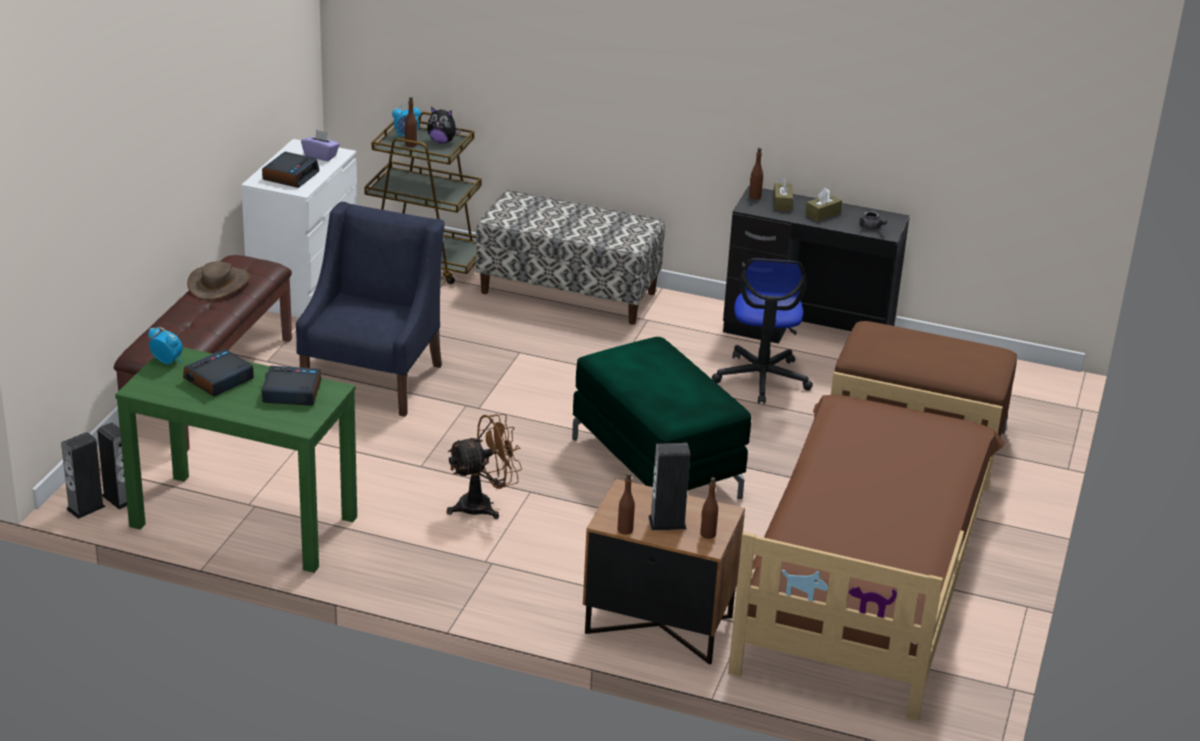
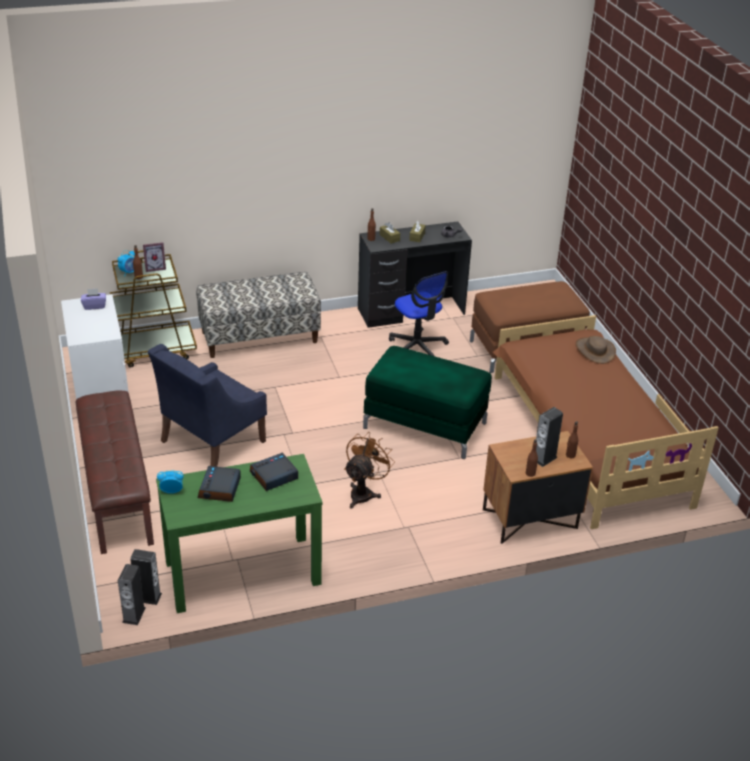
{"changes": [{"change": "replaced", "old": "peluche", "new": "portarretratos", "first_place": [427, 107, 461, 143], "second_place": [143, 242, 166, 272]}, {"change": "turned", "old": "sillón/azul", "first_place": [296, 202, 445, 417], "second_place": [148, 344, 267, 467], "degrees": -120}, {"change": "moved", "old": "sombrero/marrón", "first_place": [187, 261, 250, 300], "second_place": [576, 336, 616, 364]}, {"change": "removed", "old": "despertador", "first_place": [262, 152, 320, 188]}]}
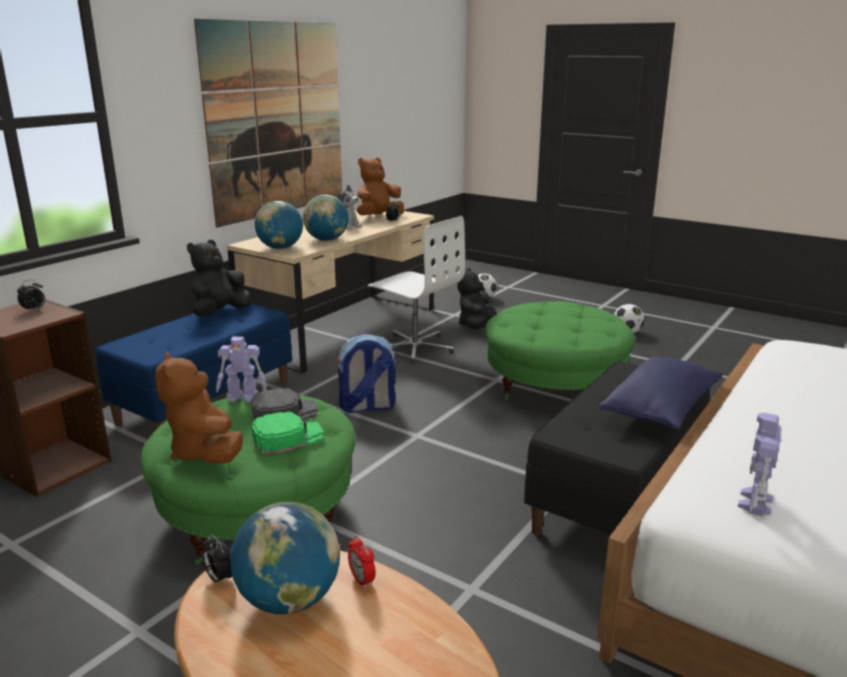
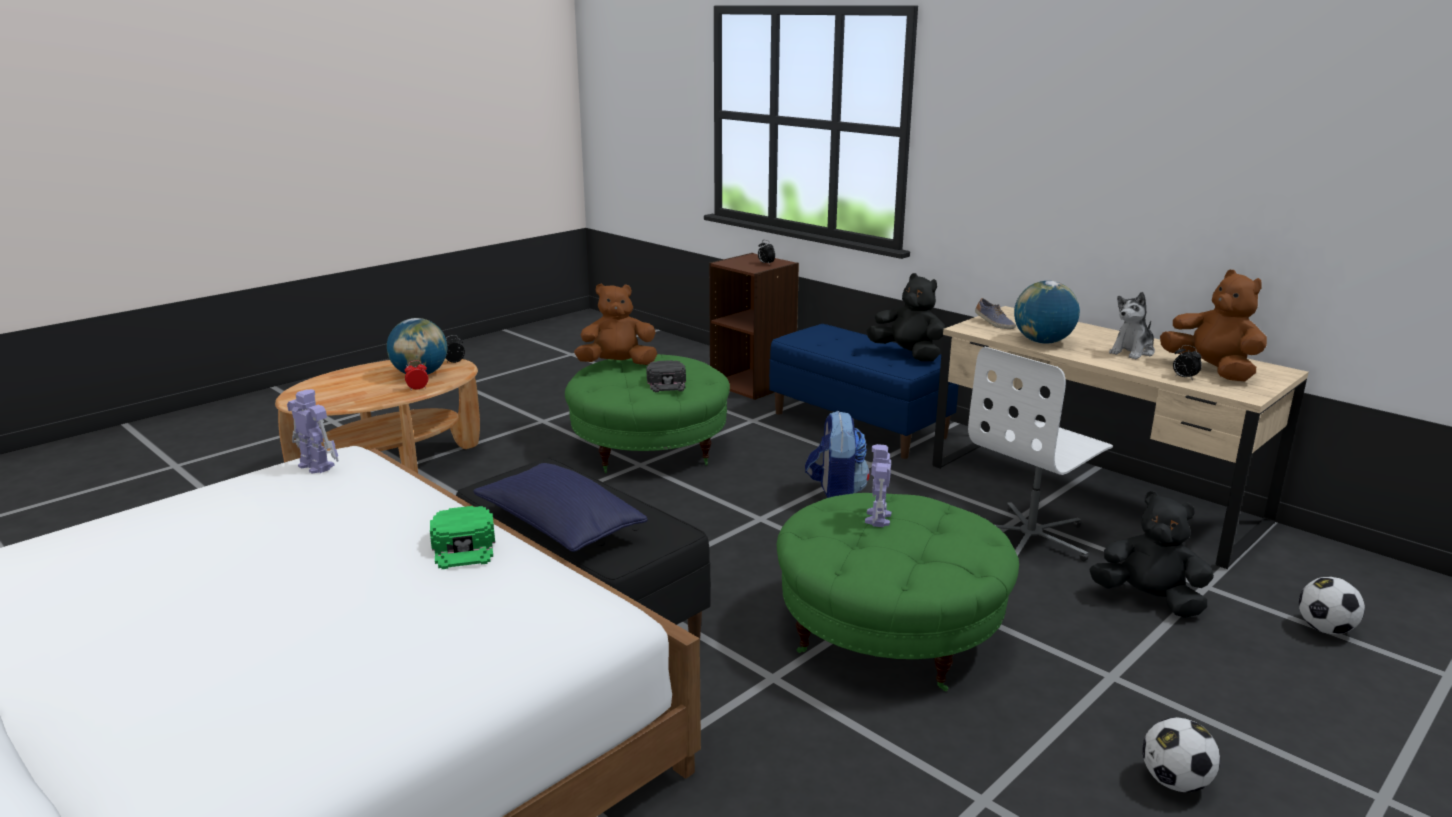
{"changes": [{"change": "moved", "old": "gorra/verde", "first_place": [252, 411, 324, 454], "second_place": [430, 506, 495, 569]}, {"change": "moved", "old": "robot de juguete", "first_place": [216, 337, 267, 402], "second_place": [865, 444, 891, 527]}, {"change": "replaced", "old": "globo terráqueo", "new": "zapato", "first_place": [255, 201, 303, 249], "second_place": [975, 298, 1016, 329]}, {"change": "removed", "old": "cuadro", "first_place": [194, 19, 342, 228]}]}
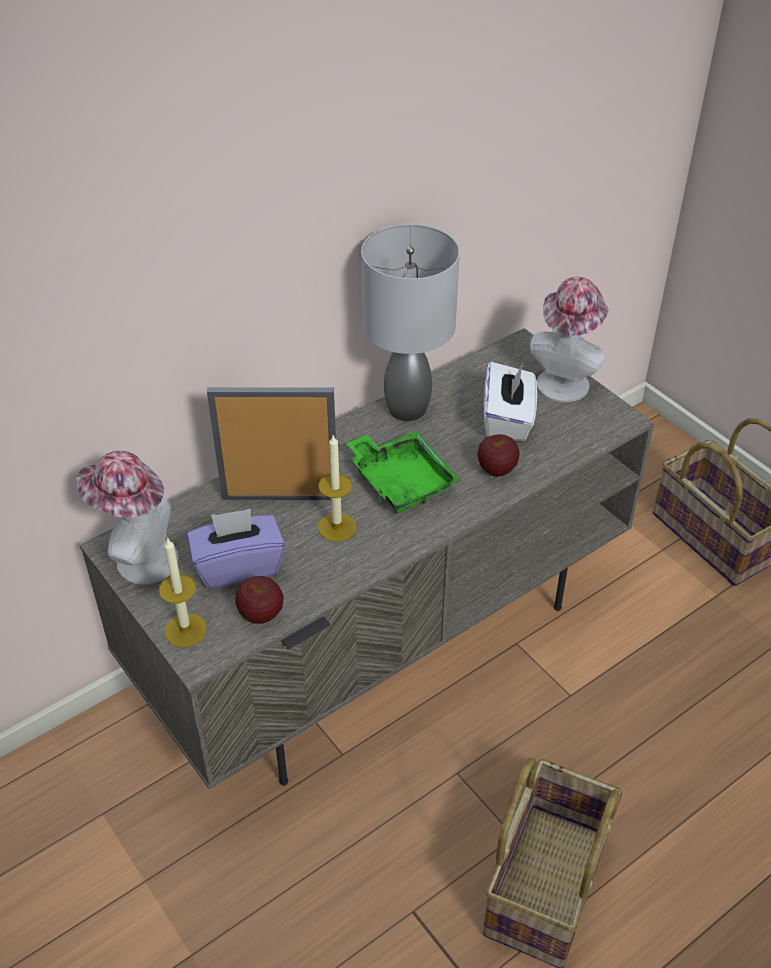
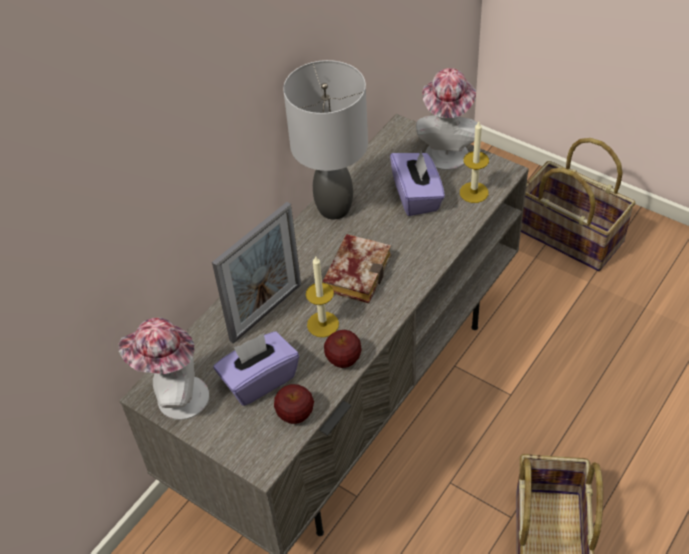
{"changes": [{"change": "turned", "old": "portarretratos", "first_place": [207, 387, 336, 500], "second_place": [212, 202, 301, 344], "degrees": 150}, {"change": "replaced", "old": "bandeja/verde", "new": "libro", "first_place": [346, 431, 461, 513], "second_place": [322, 234, 391, 303]}, {"change": "moved", "old": "manzana", "first_place": [477, 434, 520, 476], "second_place": [324, 330, 362, 368]}, {"change": "recoloured", "old": "caja de pañuelos/blanco", "new": "caja de pañuelos/morado", "first_place": [484, 362, 537, 441], "second_place": [390, 149, 445, 216]}, {"change": "moved", "old": "vela", "first_place": [159, 537, 207, 647], "second_place": [460, 122, 489, 203]}]}
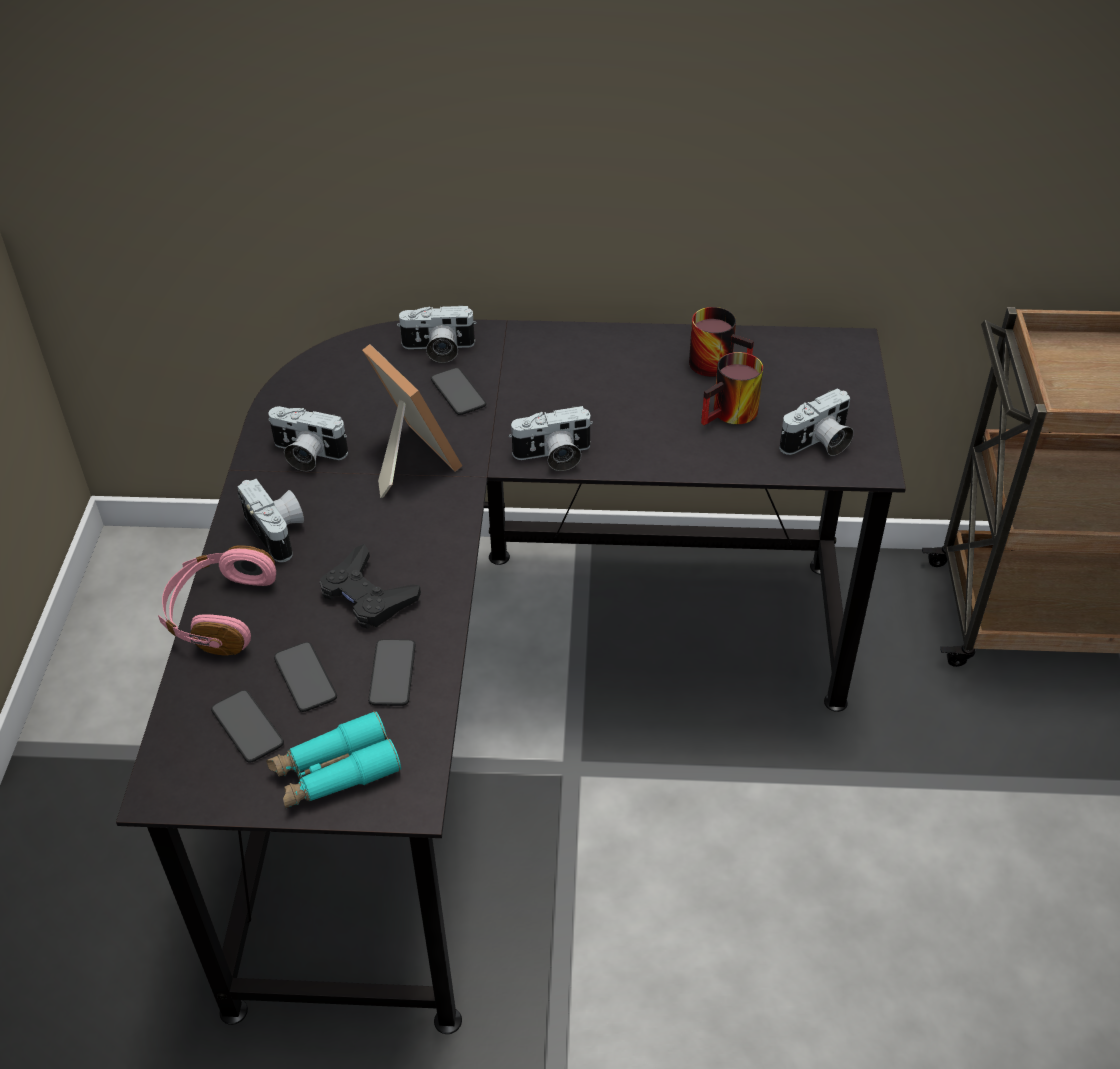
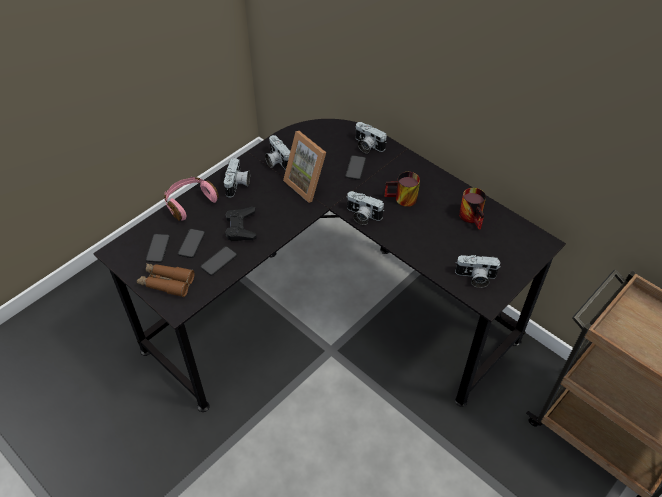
{"changes": [{"change": "recoloured", "old": "prismáticos/turquesa", "new": "prismáticos/marrón", "first_place": [266, 711, 401, 808], "second_place": [137, 263, 194, 297]}, {"change": "turned", "old": "portarretratos", "first_place": [362, 344, 462, 498], "second_place": [283, 131, 326, 203], "degrees": 135}, {"change": "moved", "old": "taza grande", "first_place": [701, 352, 763, 425], "second_place": [385, 172, 420, 207]}]}
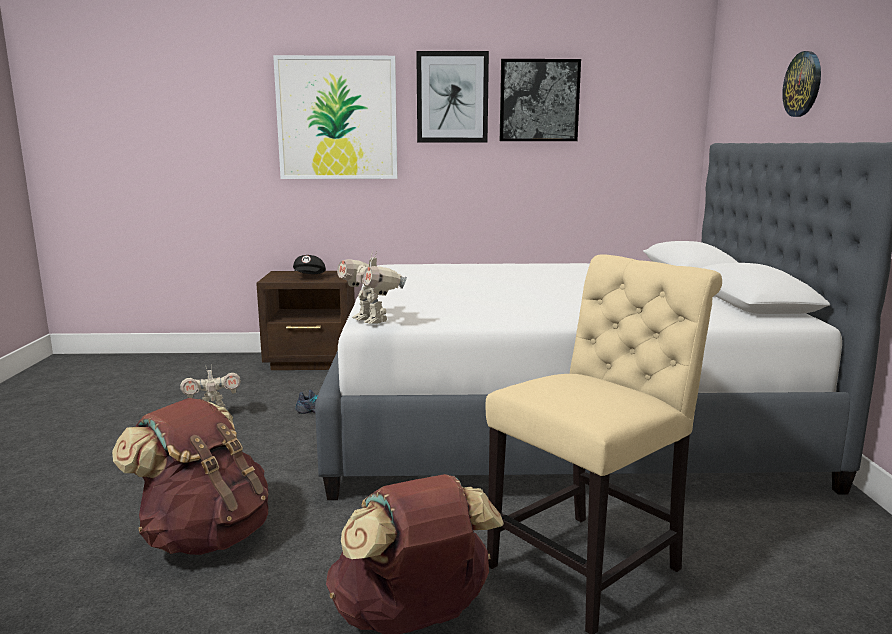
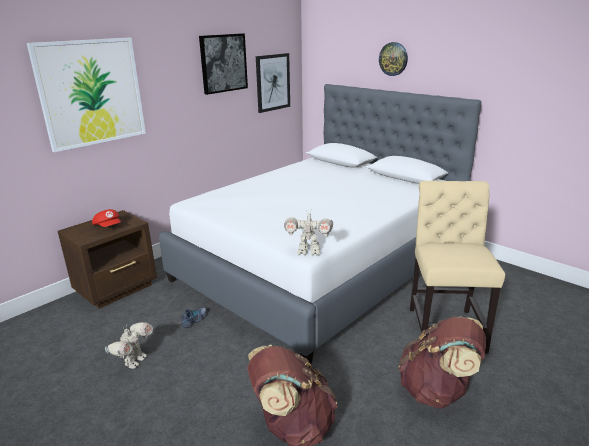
{"changes": [{"change": "recoloured", "old": "gorra/negro", "new": "gorra/rojo", "first_place": [293, 255, 326, 274], "second_place": [92, 209, 121, 227]}, {"change": "moved", "old": "cuadro", "first_place": [416, 51, 489, 142], "second_place": [256, 53, 290, 113]}]}
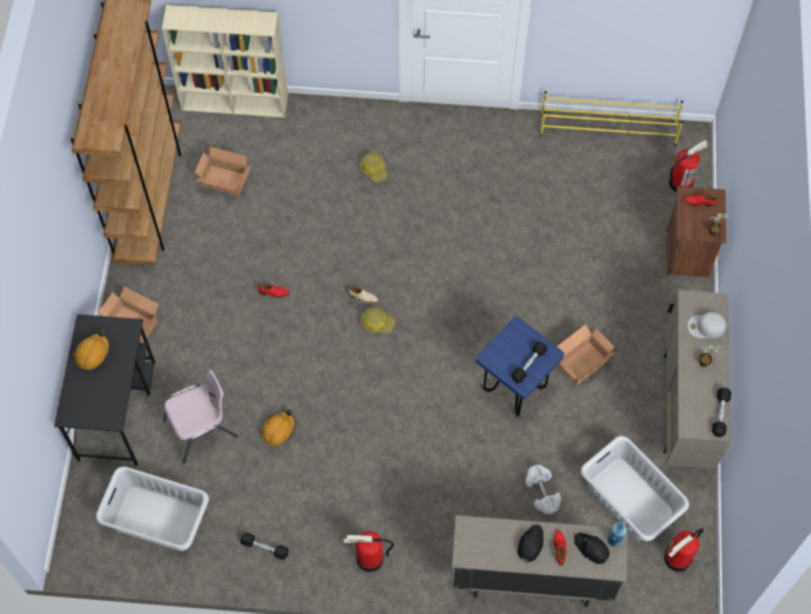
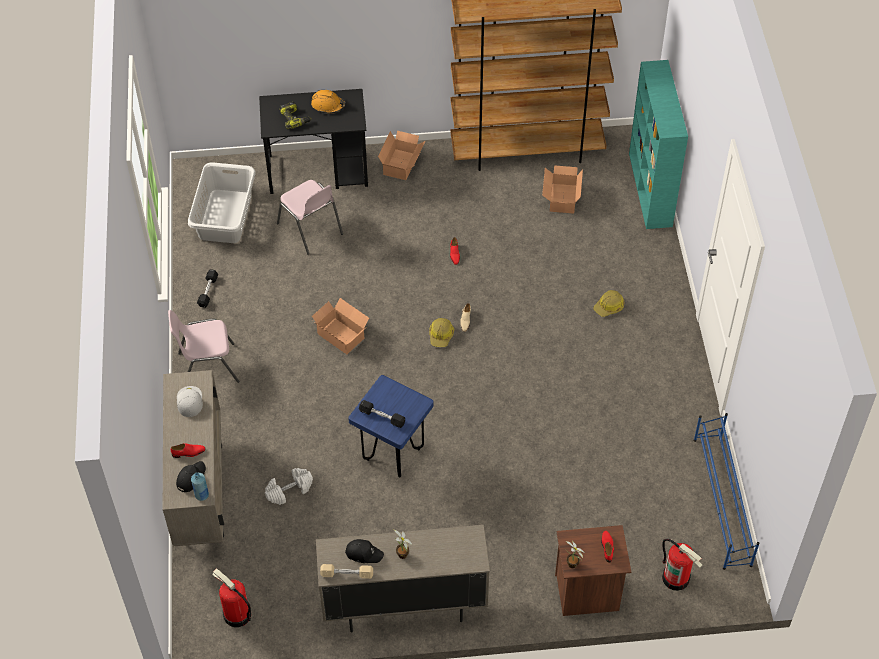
{"changes": [{"change": "replaced", "old": "extintor", "new": "silla/rosa", "first_place": [343, 531, 394, 572], "second_place": [168, 310, 239, 383]}, {"change": "moved", "old": "gorra/blanco", "first_place": [688, 312, 726, 338], "second_place": [177, 386, 203, 417]}, {"change": "added", "new": "taladro", "second_place": [280, 102, 311, 129]}, {"change": "moved", "old": "caja de cartón", "first_place": [557, 324, 614, 385], "second_place": [312, 298, 369, 354]}, {"change": "recoloured", "old": "mancuerna/negro", "new": "mancuerna/beis", "first_place": [712, 387, 731, 437], "second_place": [320, 564, 373, 579]}, {"change": "moved", "old": "gorra/negro", "first_place": [518, 525, 543, 563], "second_place": [345, 539, 384, 563]}, {"change": "recoloured", "old": "estantería/beis", "new": "estantería/turquesa", "first_place": [162, 5, 288, 118], "second_place": [629, 60, 688, 229]}, {"change": "recoloured", "old": "zapatero/amarillo", "new": "zapatero/azul", "first_place": [540, 91, 683, 146], "second_place": [694, 413, 759, 570]}, {"change": "removed", "old": "casco/naranja", "first_place": [260, 409, 295, 446]}, {"change": "removed", "old": "cesto de la ropa/gris", "first_place": [580, 436, 689, 541]}]}
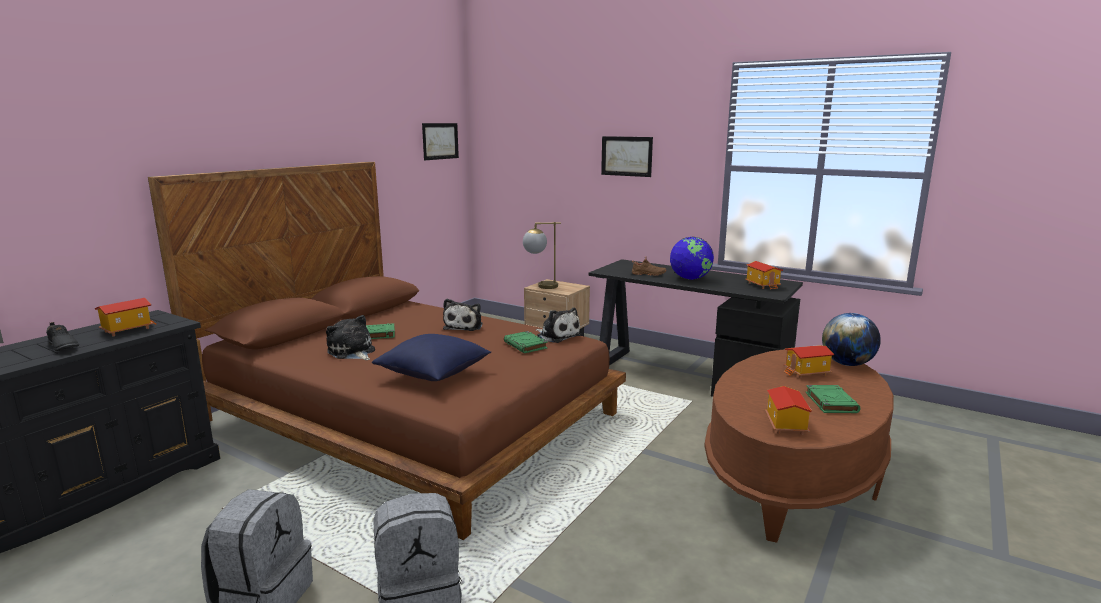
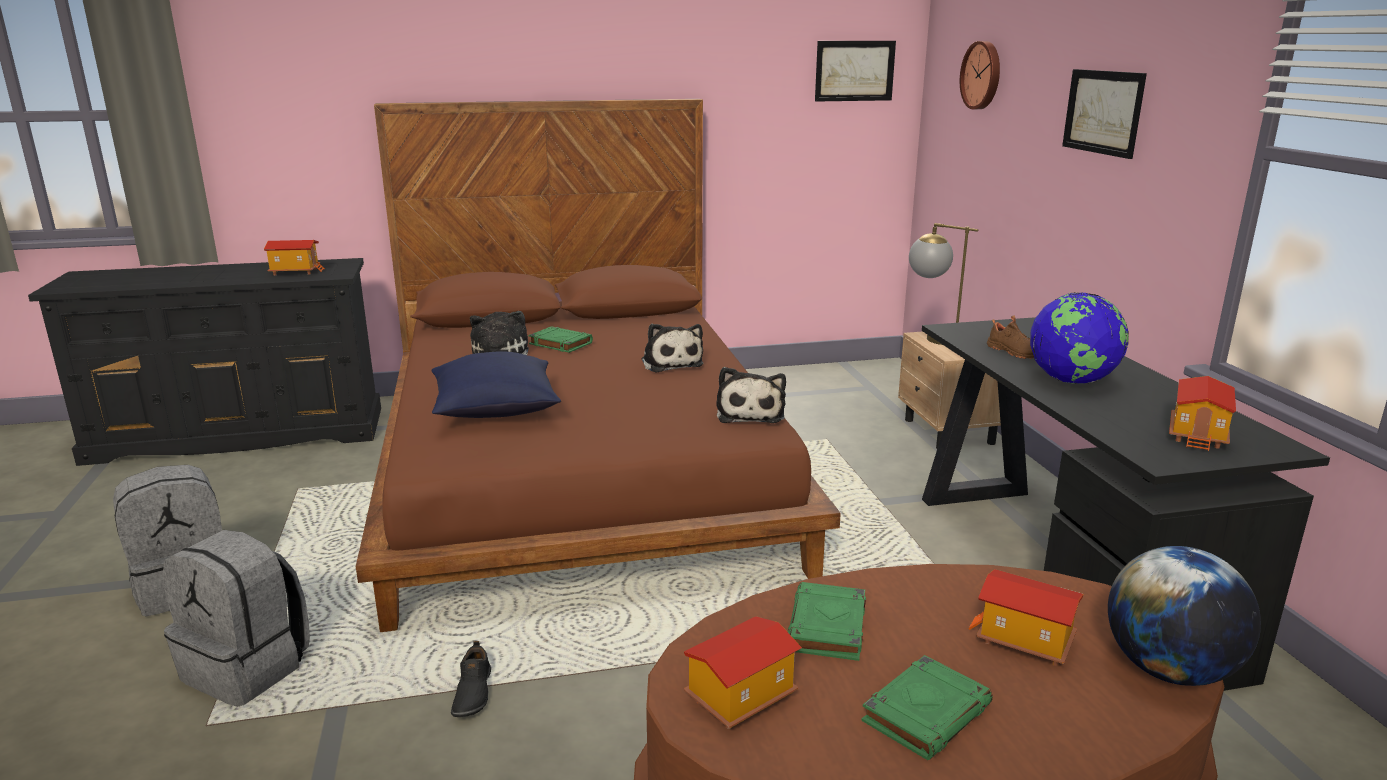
{"changes": [{"change": "moved", "old": "zapato/negro", "first_place": [46, 322, 79, 351], "second_place": [451, 641, 491, 717]}, {"change": "turned", "old": "peluche", "first_place": [443, 299, 483, 331], "second_place": [641, 324, 703, 372], "degrees": -75}, {"change": "moved", "old": "libro/verde", "first_place": [504, 331, 548, 353], "second_place": [788, 582, 866, 661]}, {"change": "added", "new": "reloj de pared", "second_place": [960, 41, 1000, 109]}]}
